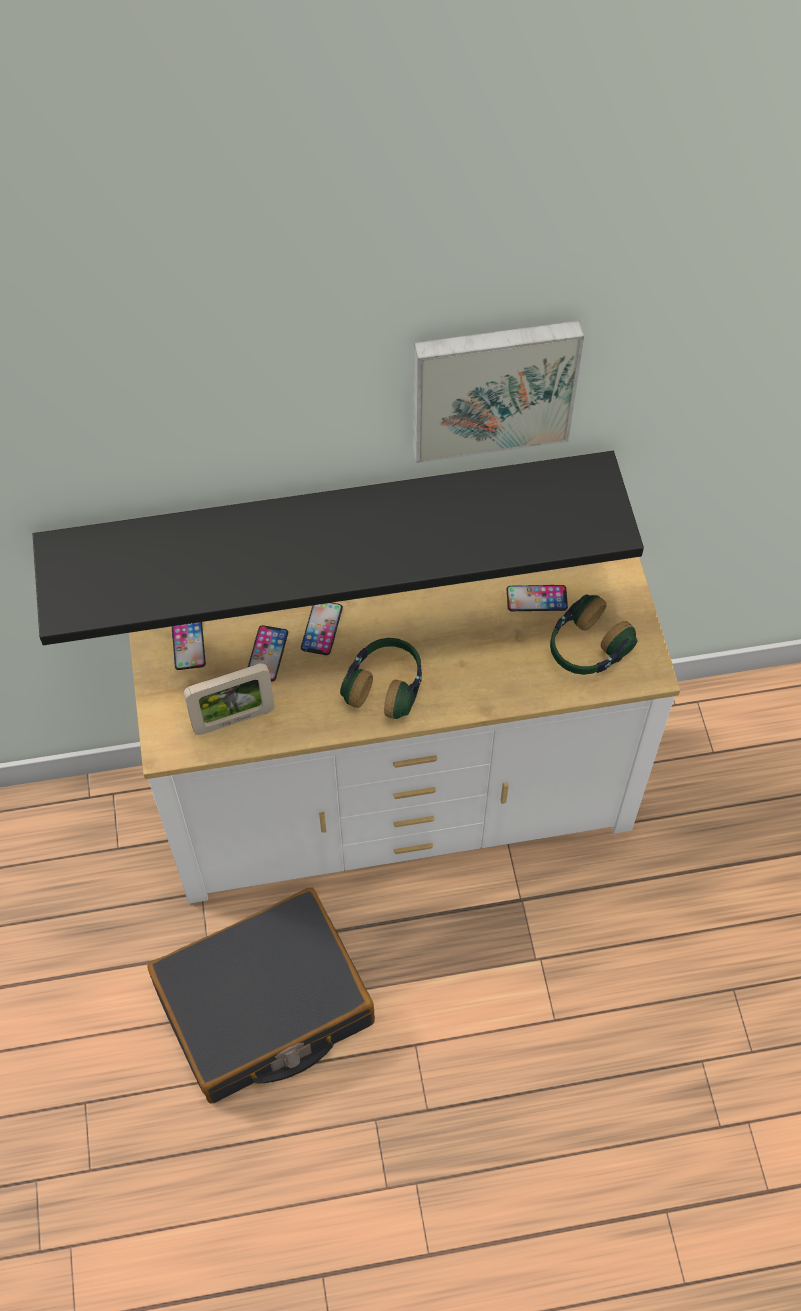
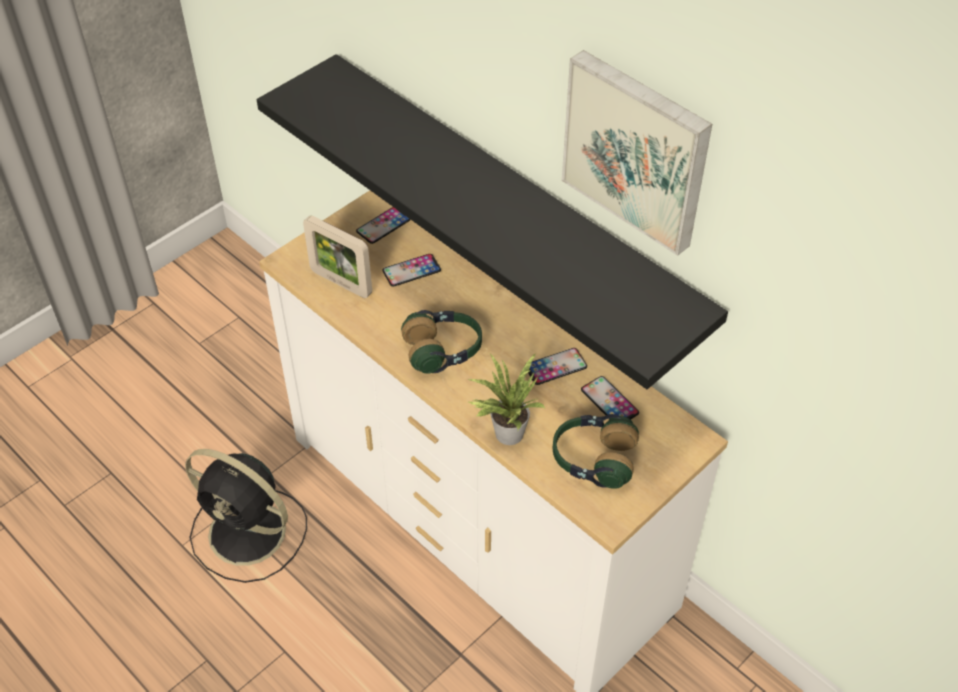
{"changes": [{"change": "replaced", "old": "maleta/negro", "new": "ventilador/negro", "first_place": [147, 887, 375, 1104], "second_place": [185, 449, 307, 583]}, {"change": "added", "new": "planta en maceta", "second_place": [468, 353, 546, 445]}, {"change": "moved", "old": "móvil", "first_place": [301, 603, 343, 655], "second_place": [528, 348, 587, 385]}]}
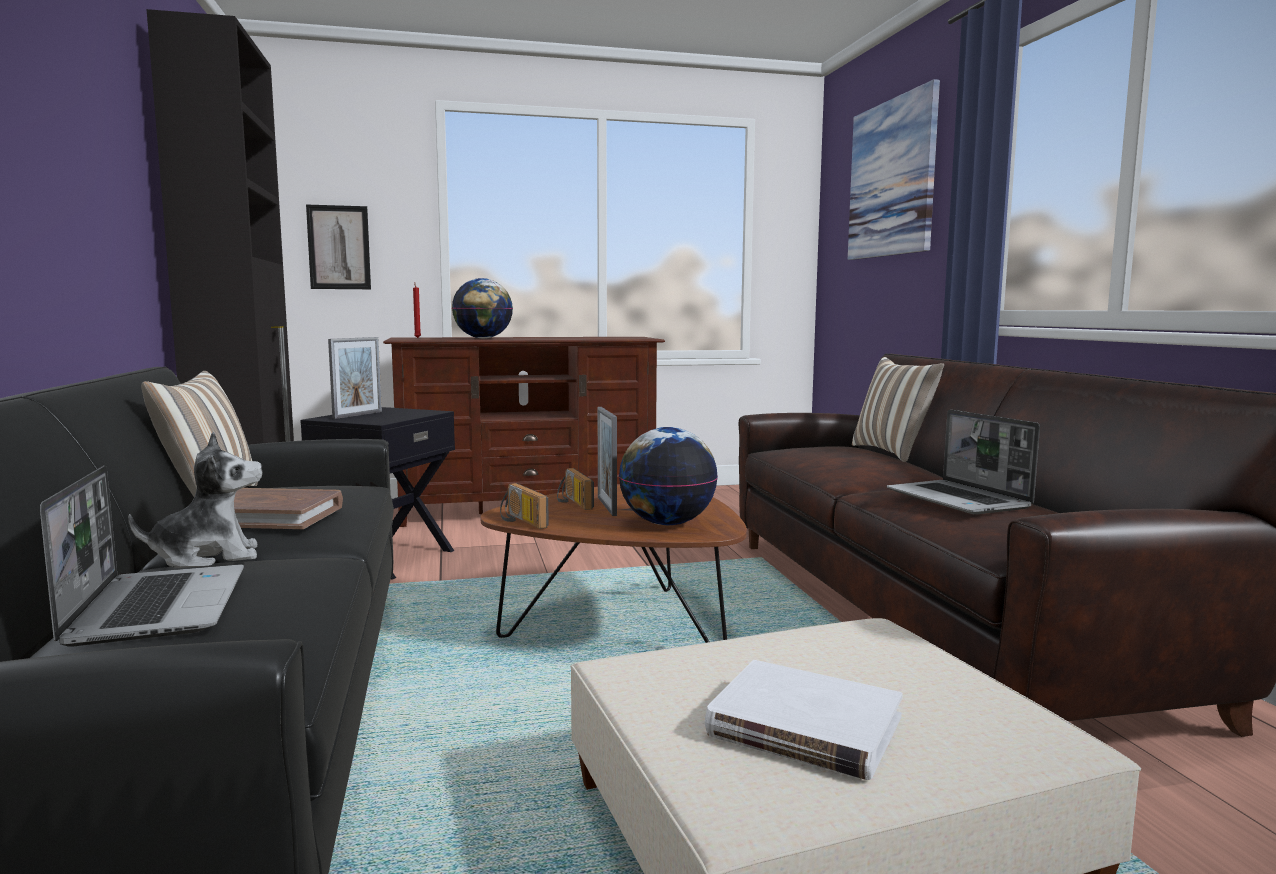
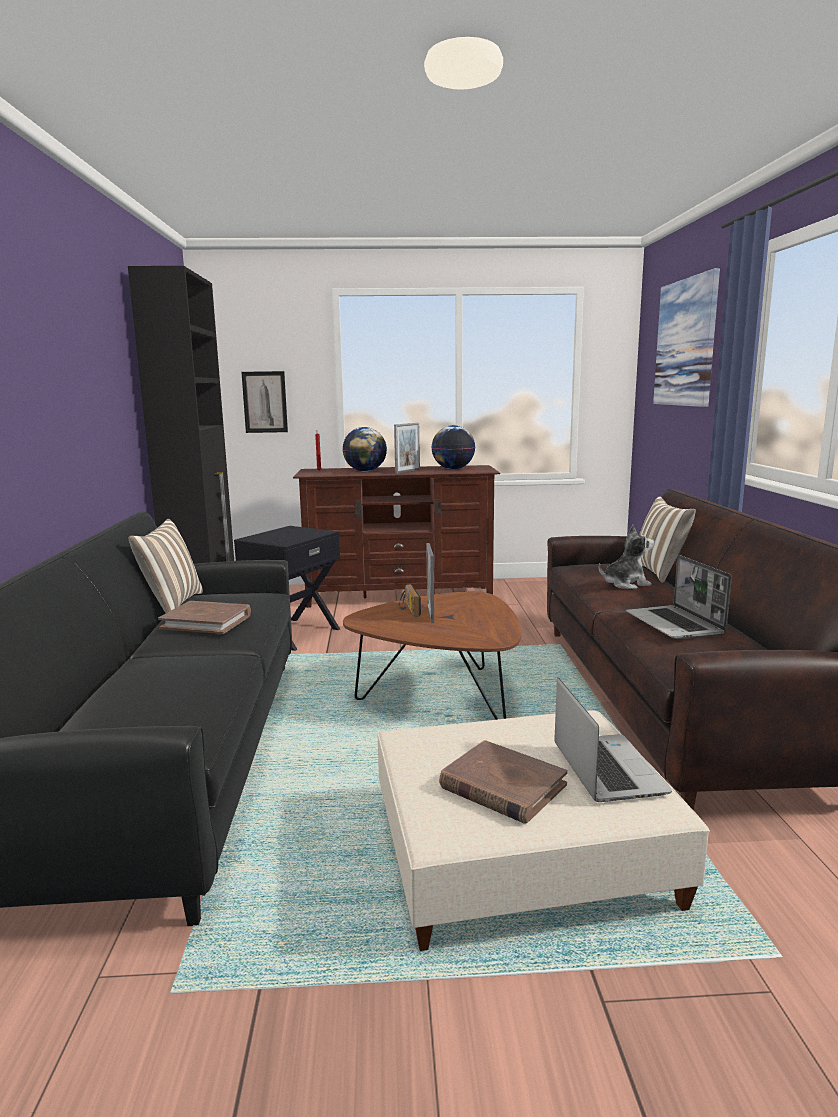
{"changes": [{"change": "moved", "old": "portarretratos", "first_place": [328, 337, 382, 419], "second_place": [394, 423, 420, 474]}, {"change": "moved", "old": "globo terráqueo", "first_place": [619, 427, 718, 525], "second_place": [431, 425, 475, 469]}, {"change": "recoloured", "old": "libro/blanco", "new": "libro/marrón", "first_place": [705, 660, 903, 780], "second_place": [439, 740, 568, 823]}, {"change": "moved", "old": "portátil", "first_place": [40, 466, 244, 647], "second_place": [554, 677, 672, 802]}, {"change": "moved", "old": "peluche", "first_place": [128, 432, 263, 568], "second_place": [598, 525, 654, 589]}, {"change": "removed", "old": "radio", "first_place": [500, 483, 549, 529]}]}
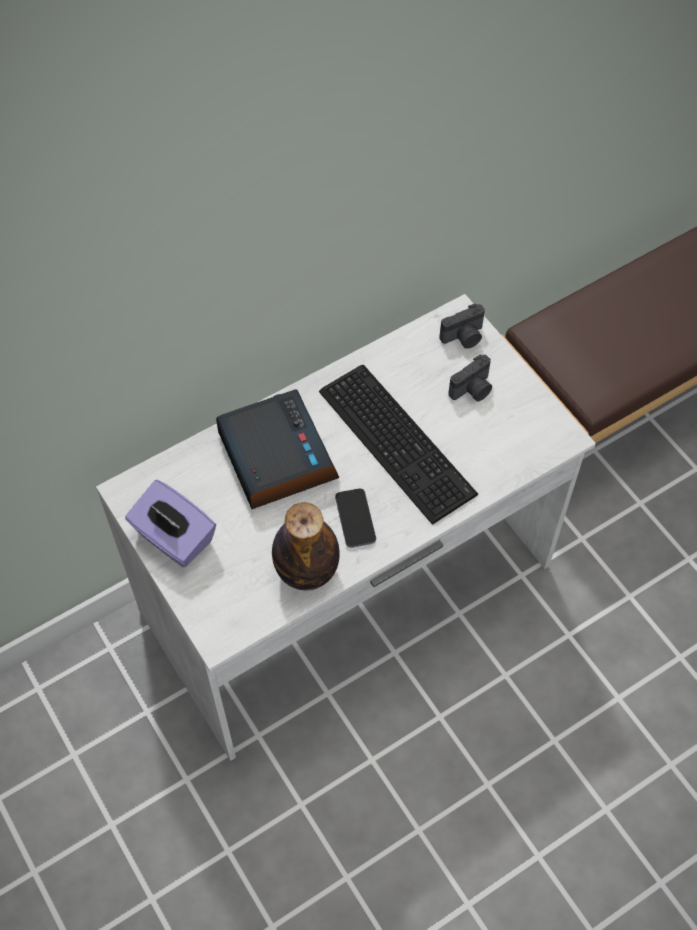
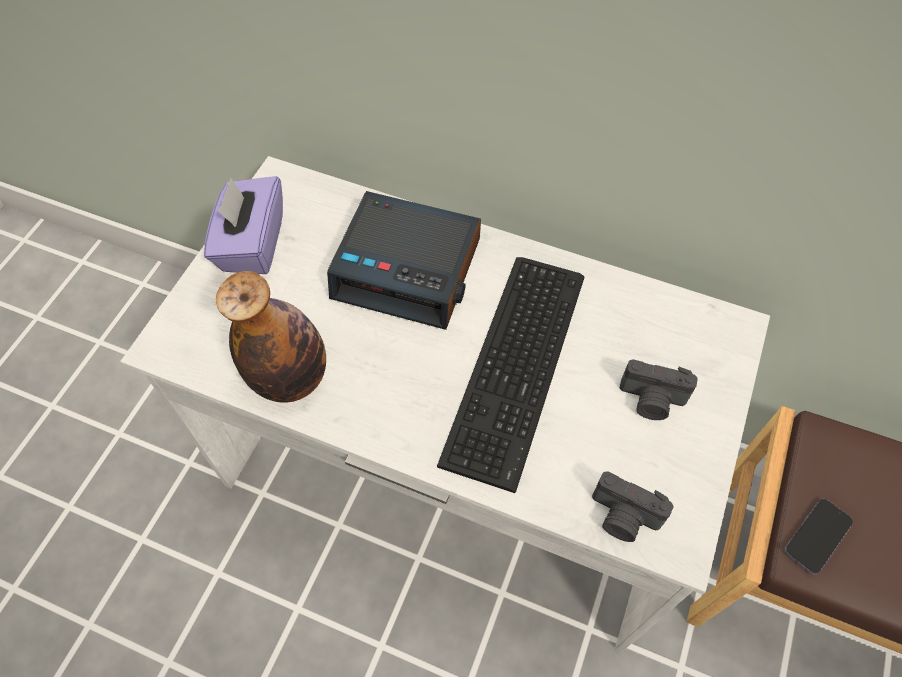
{"changes": [{"change": "turned", "old": "despertador", "first_place": [216, 389, 339, 509], "second_place": [327, 191, 481, 330], "degrees": 75}, {"change": "moved", "old": "cámara", "first_place": [439, 303, 485, 349], "second_place": [592, 471, 673, 542]}, {"change": "moved", "old": "móvil", "first_place": [335, 488, 376, 548], "second_place": [784, 499, 853, 575]}]}
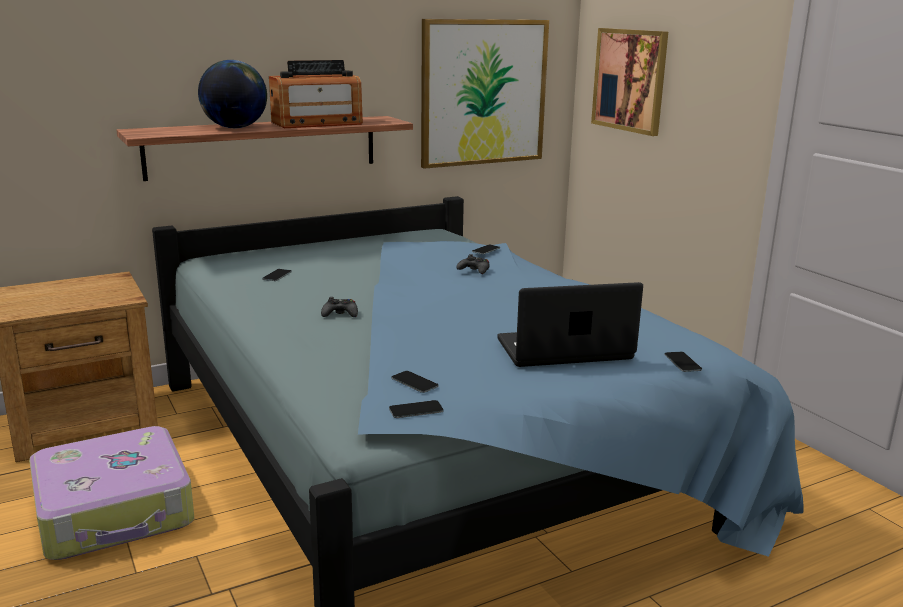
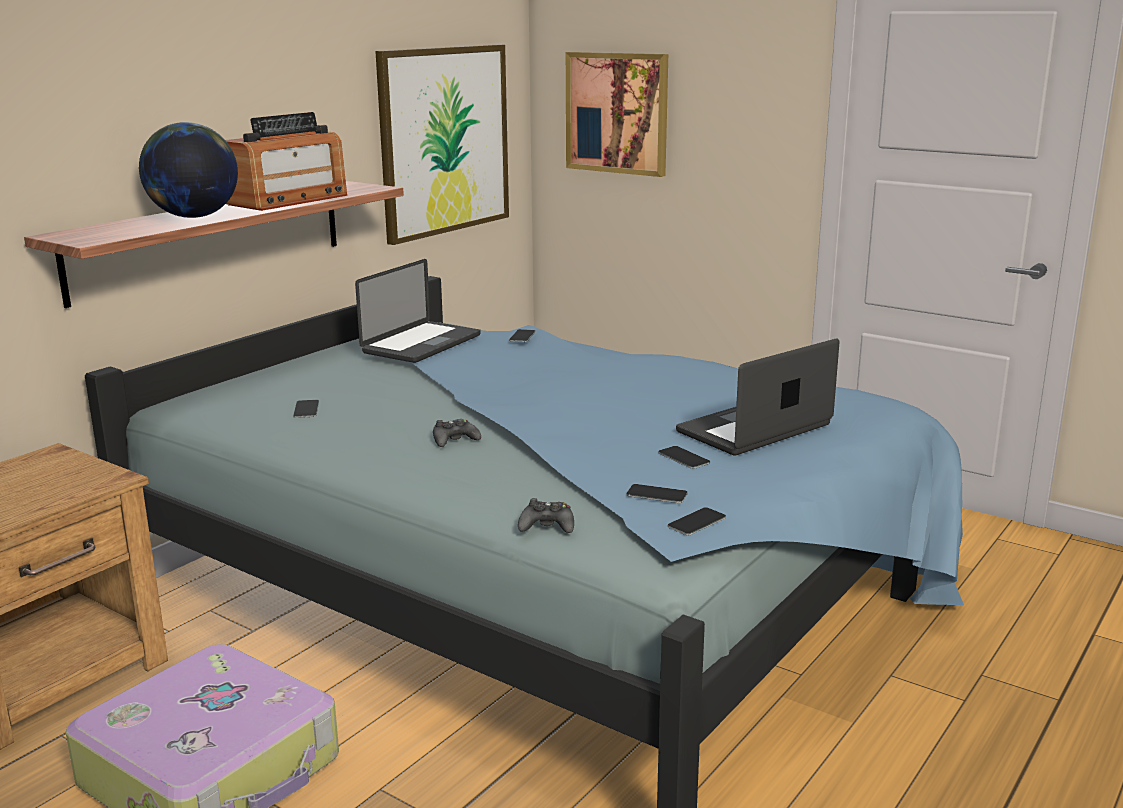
{"changes": [{"change": "added", "new": "portátil", "second_place": [355, 259, 481, 363]}, {"change": "moved", "old": "mando de consola/negro", "first_place": [456, 254, 490, 274], "second_place": [518, 498, 574, 533]}, {"change": "moved", "old": "móvil", "first_place": [665, 352, 702, 372], "second_place": [658, 446, 710, 469]}]}
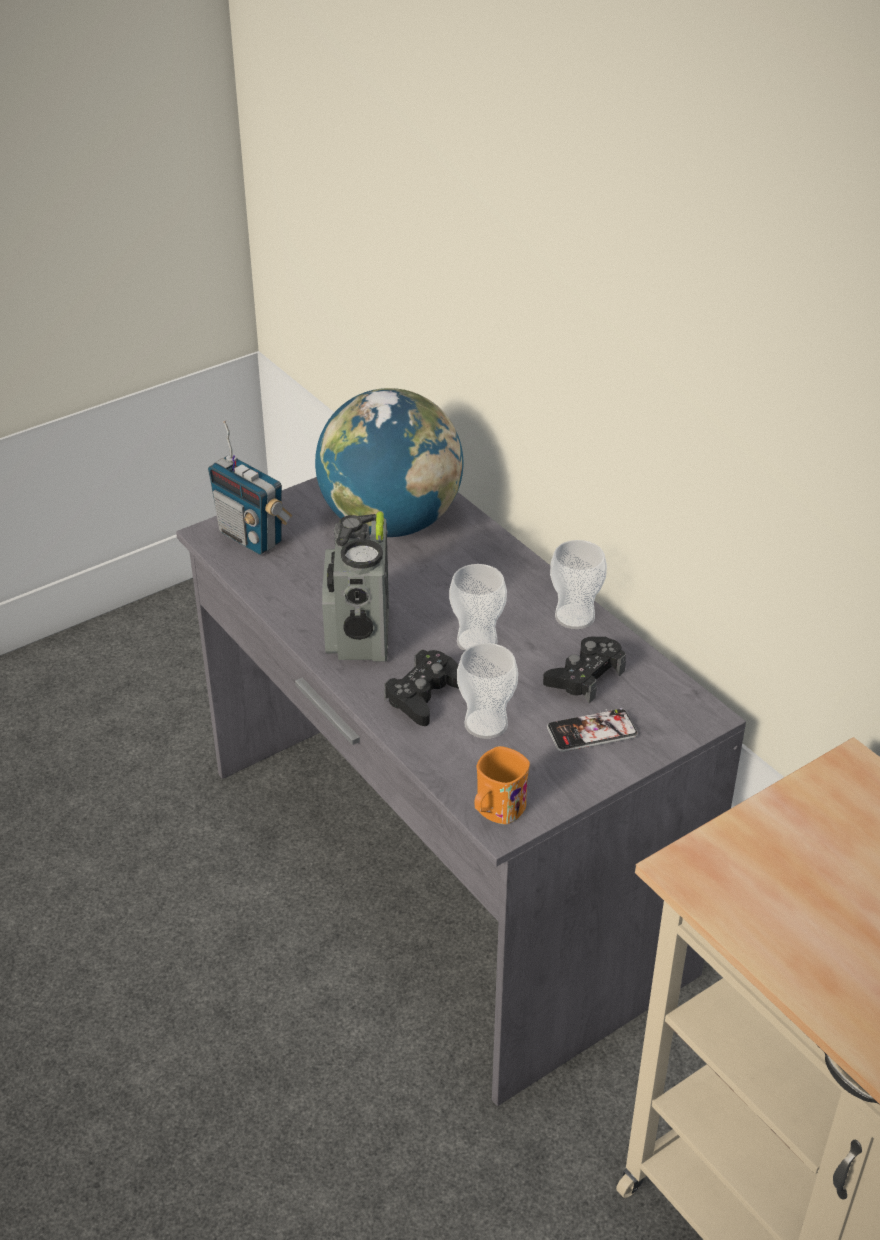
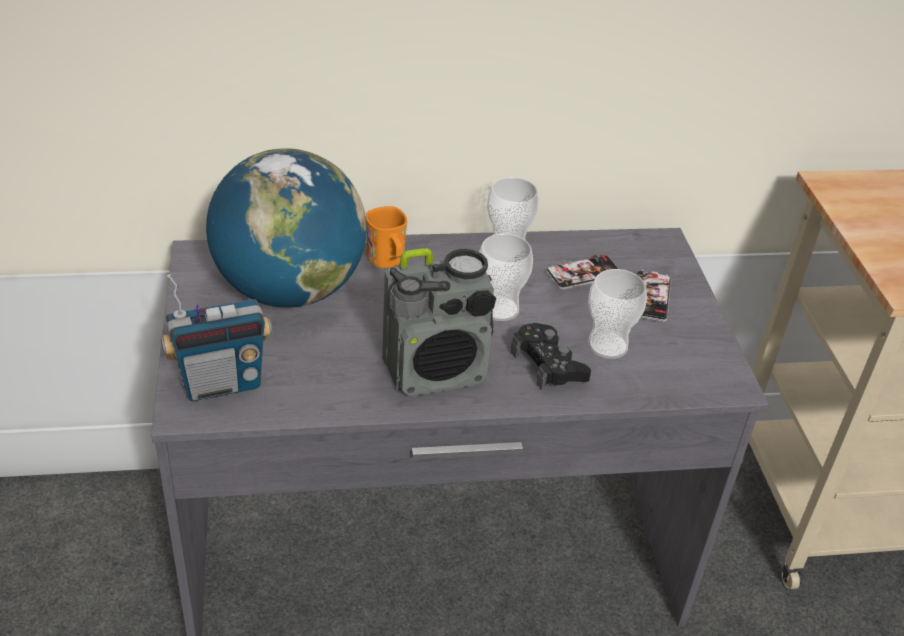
{"changes": [{"change": "moved", "old": "taza grande/naranja", "first_place": [475, 746, 530, 824], "second_place": [366, 206, 407, 268]}, {"change": "turned", "old": "radio", "first_place": [322, 511, 390, 662], "second_place": [382, 248, 496, 396], "degrees": -45}, {"change": "replaced", "old": "mando de consola/negro", "new": "móvil", "first_place": [543, 637, 626, 703], "second_place": [546, 254, 619, 290]}]}
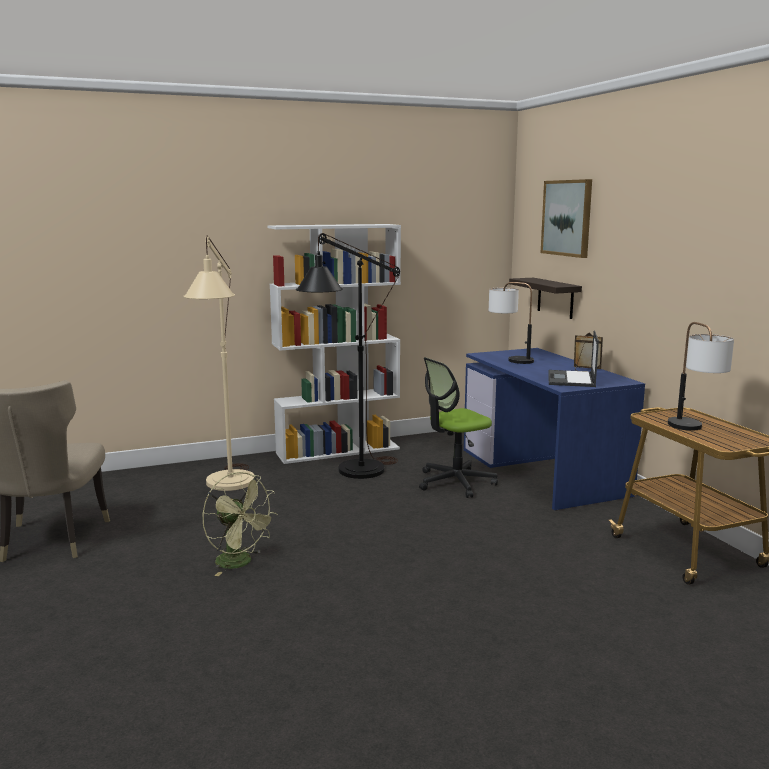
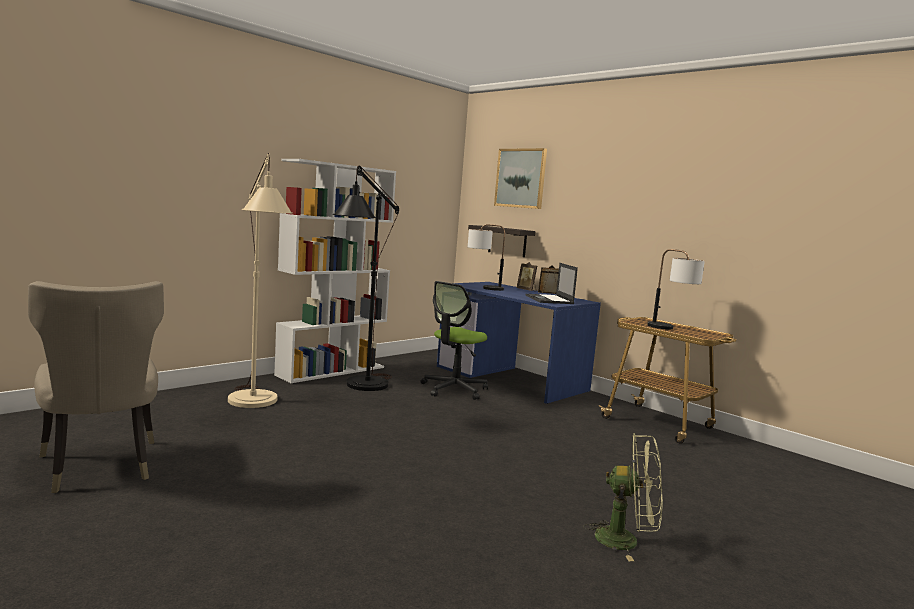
{"changes": [{"change": "added", "new": "portarretratos", "second_place": [517, 262, 537, 291]}, {"change": "moved", "old": "ventilador/verde", "first_place": [203, 472, 277, 576], "second_place": [583, 433, 663, 561]}]}
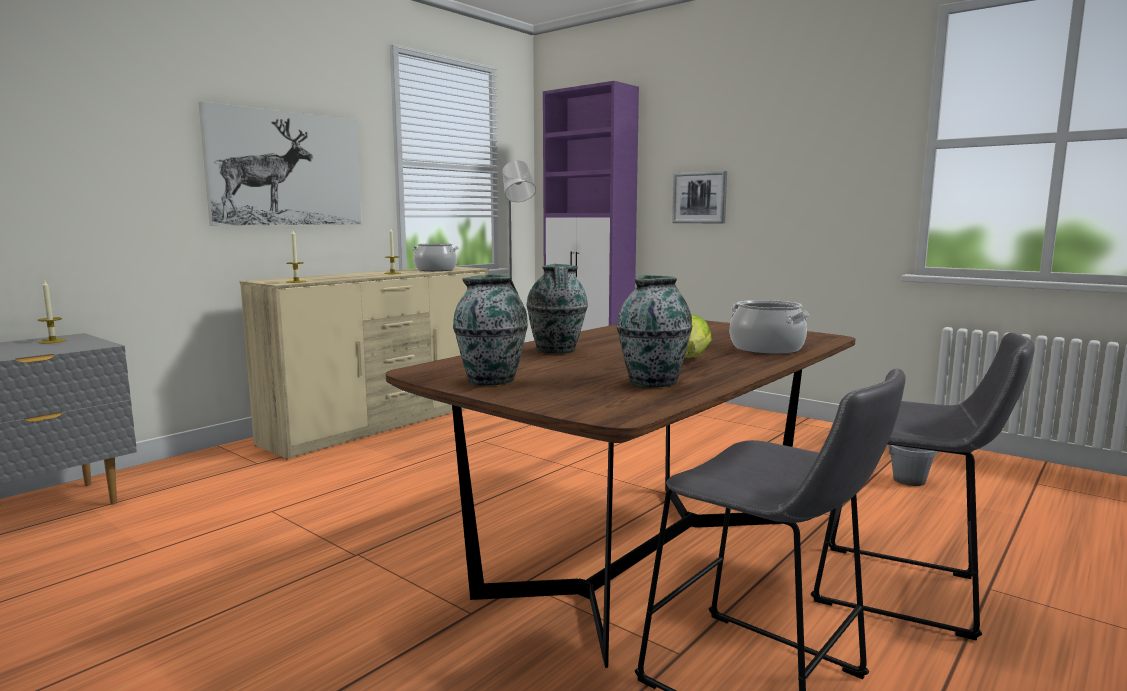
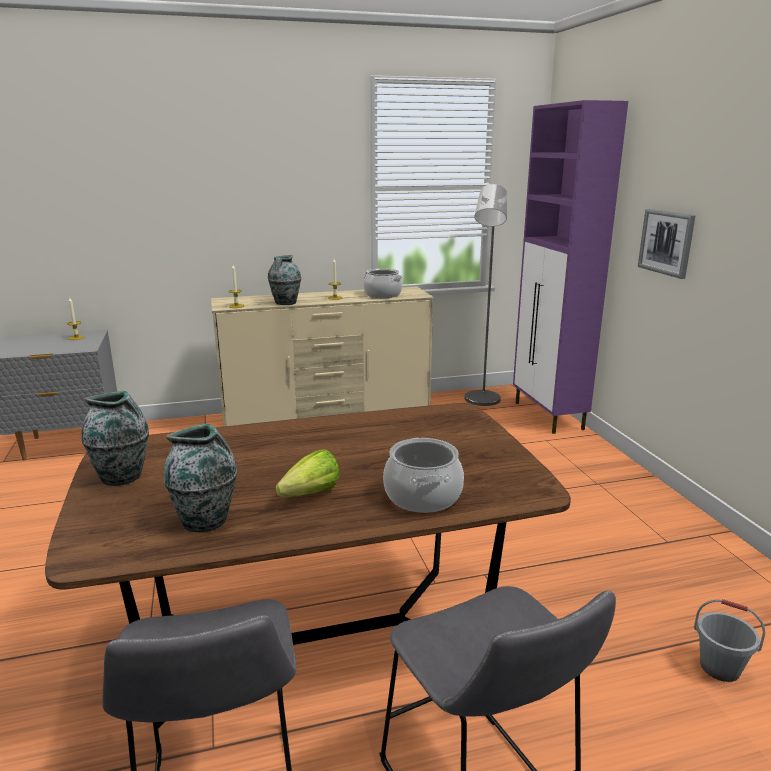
{"changes": [{"change": "moved", "old": "florero", "first_place": [526, 264, 588, 354], "second_place": [268, 255, 301, 305]}, {"change": "removed", "old": "cuadro", "first_place": [198, 101, 362, 226]}]}
